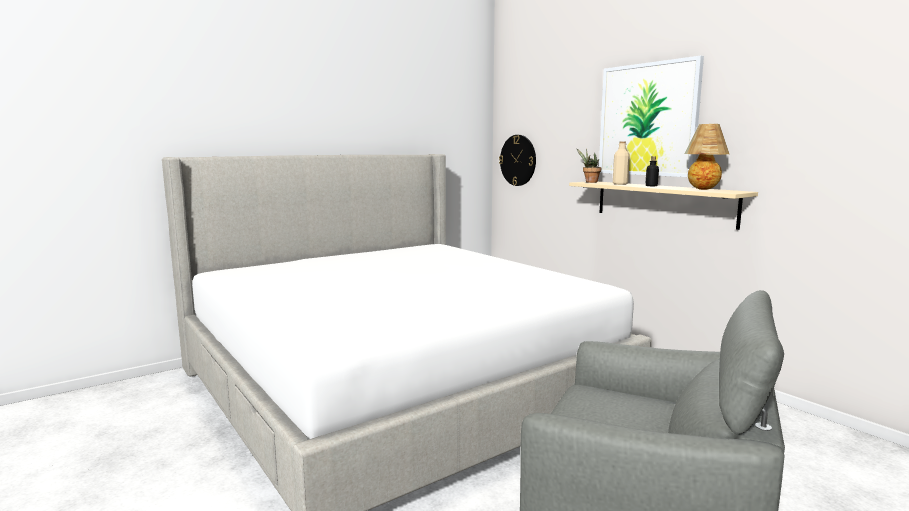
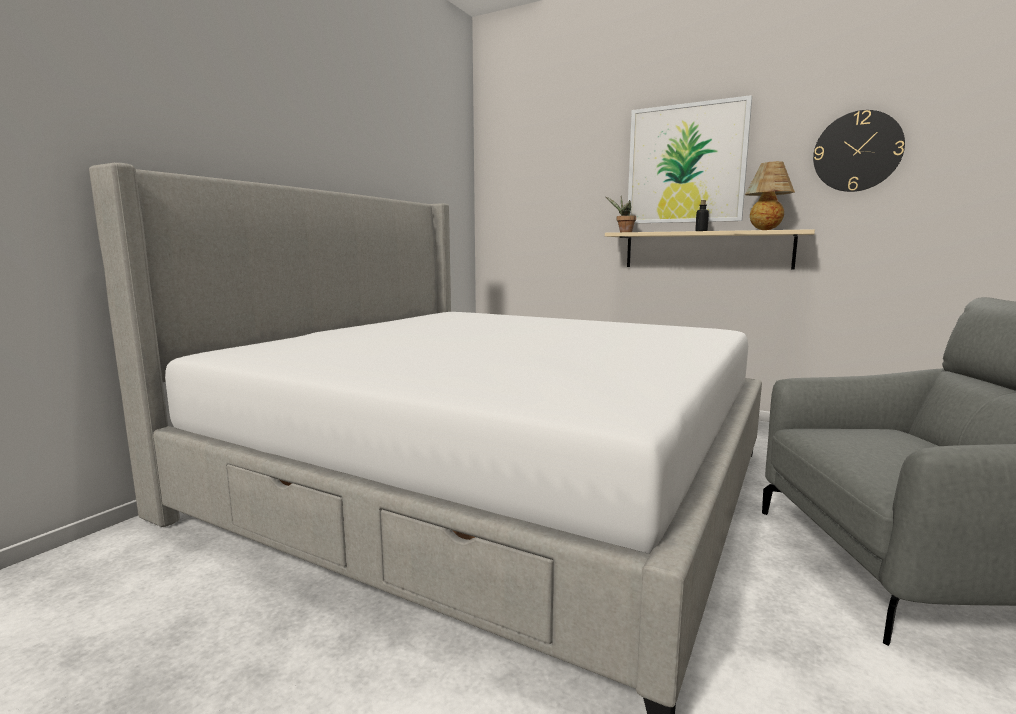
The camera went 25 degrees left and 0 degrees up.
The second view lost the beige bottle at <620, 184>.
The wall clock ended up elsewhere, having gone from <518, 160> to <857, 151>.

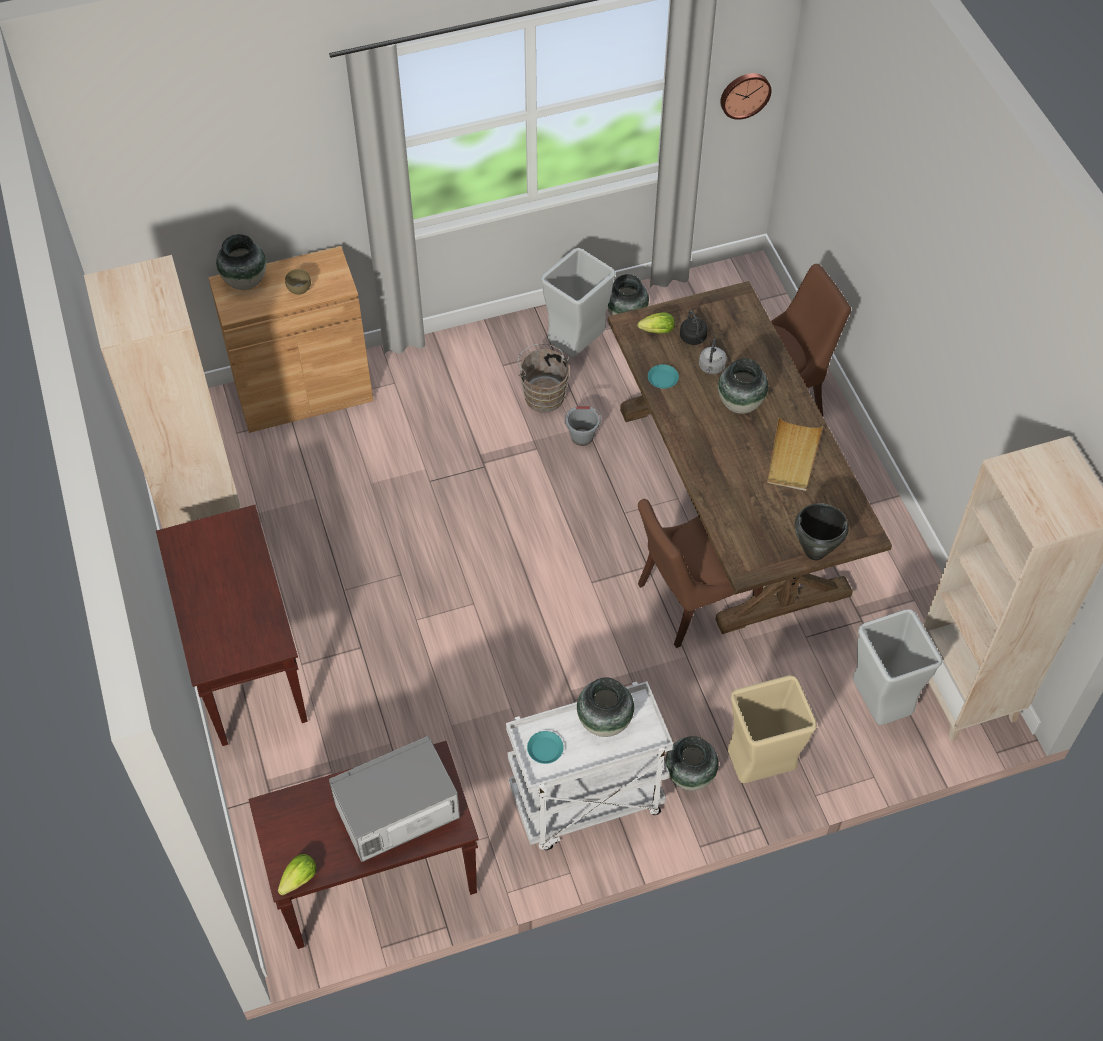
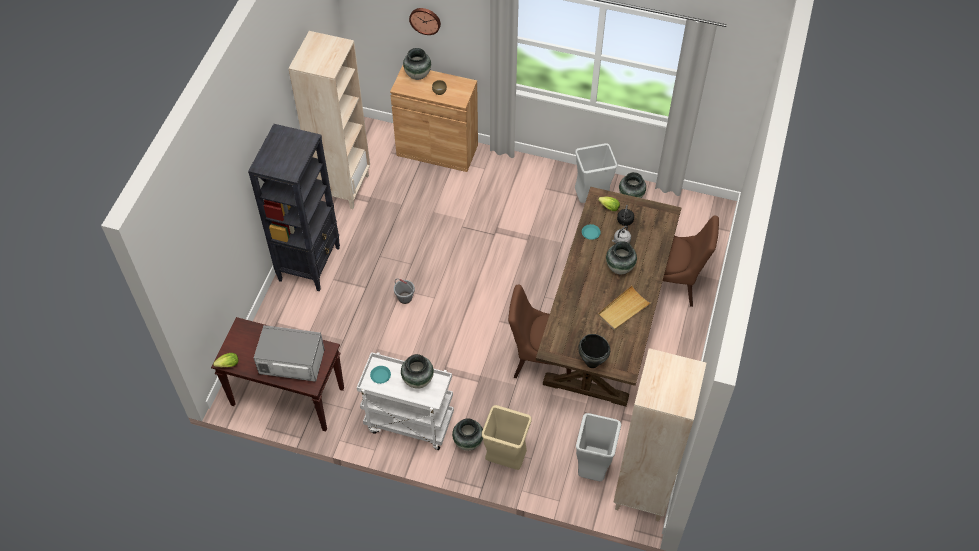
The camera went 35 degrees right and 0 degrees up.
The second view lost the brown bucket at <543, 394>.
The grey bucket ended up elsewhere, having gone from <582, 437> to <405, 298>.
The wall clock ended up elsewhere, having gone from <744, 94> to <425, 20>.
Where the brown console table stood at <245, 662>, the black bookcase came to stand at <310, 263>.

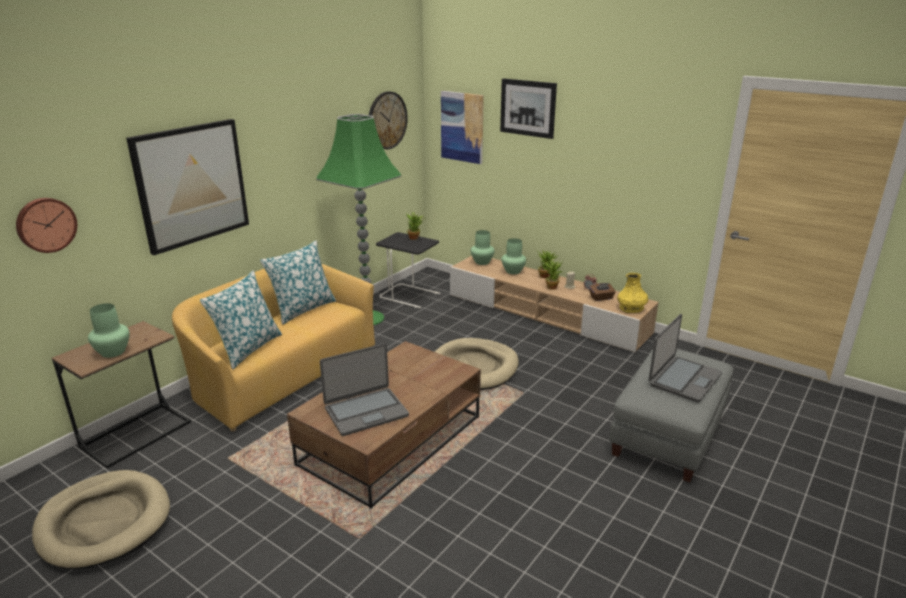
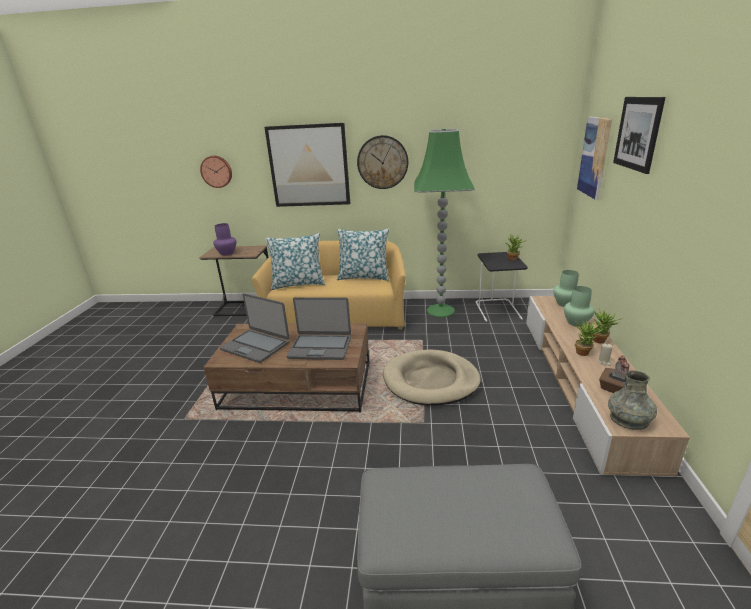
The camera went 60 degrees right and 0 degrees up.
The second view lost the beige dog bed at <104, 522>.
The wall clock ended up elsewhere, having gone from <387, 120> to <382, 162>.
The laptop ended up elsewhere, having gone from <684, 379> to <320, 347>.
What was the green vase at <113, 352> turned into the purple vase at <226, 253>.
What was the yellow vase at <631, 308> turned into the grey vase at <629, 419>.

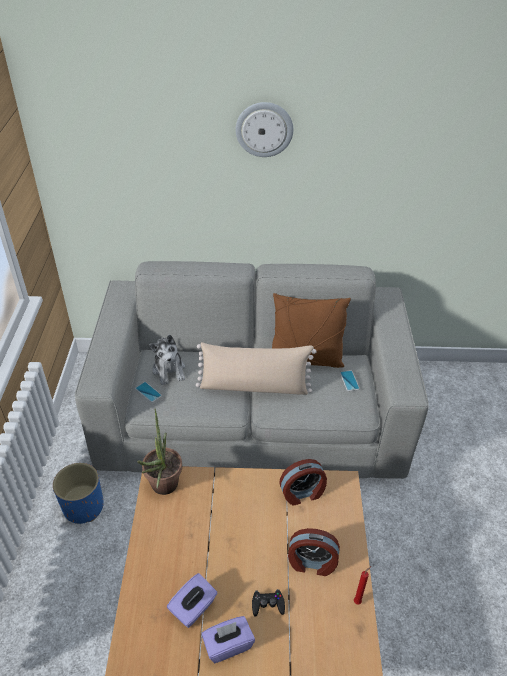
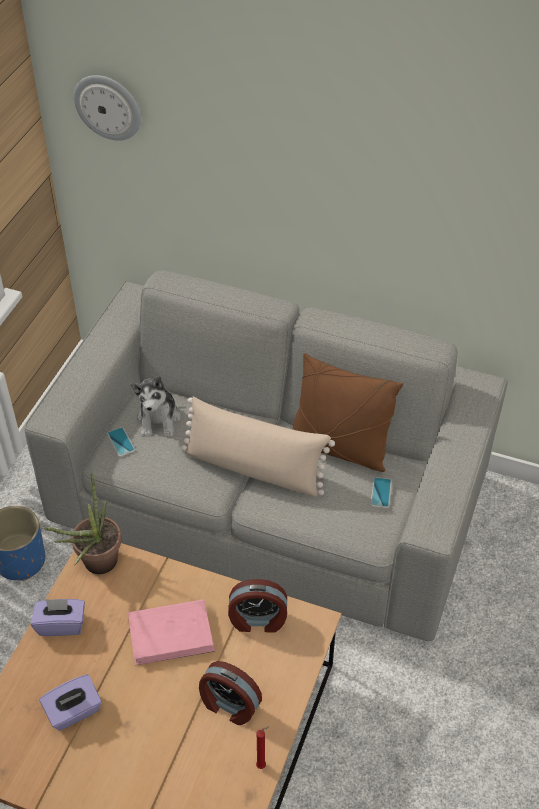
The camera went 20 degrees right and 5 degrees up.
The second view lost the black game controller at <267, 604>.
The second view gained the pink book at <171, 634>.
The purple tissue box ended up elsewhere, having gone from <228, 645> to <61, 624>.
The wall clock ended up elsewhere, having gone from <264, 129> to <108, 107>.

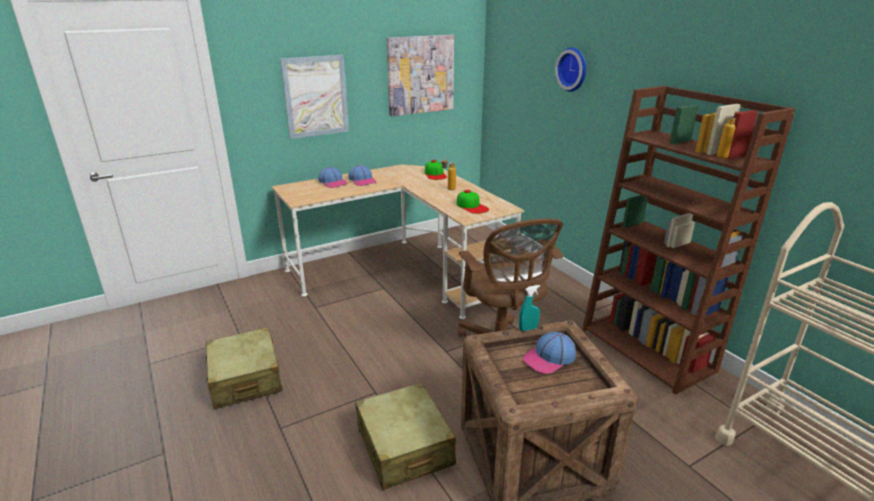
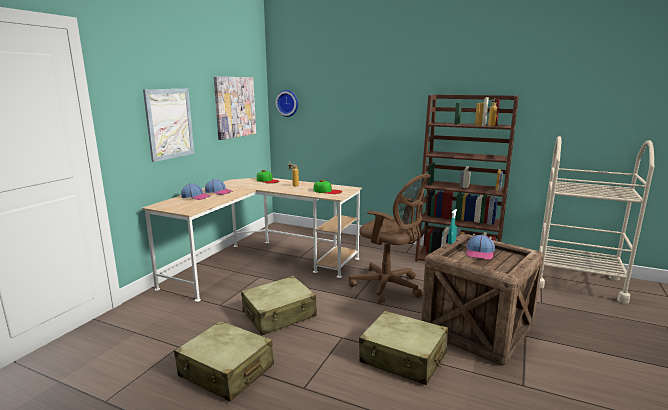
The camera went 35 degrees left and 10 degrees down.
The second view gained the beige suitcase at <279, 314>.
The wall clock ended up elsewhere, having gone from <573, 69> to <288, 103>.

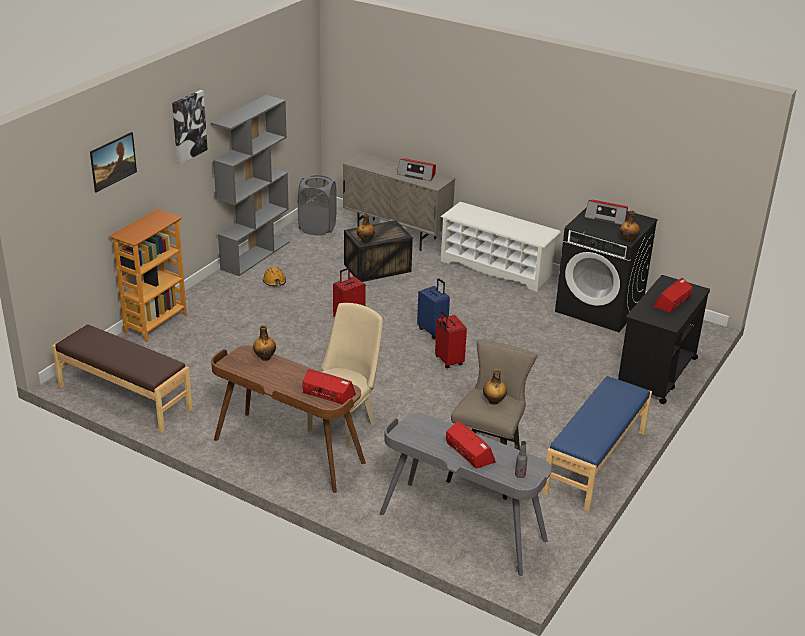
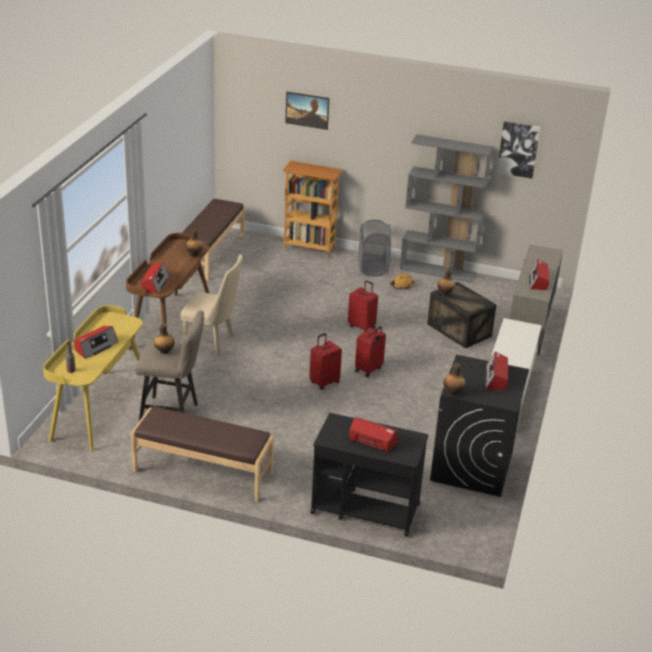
The camera went 75 degrees right and 0 degrees up.
The picture ended up elsewhere, having gone from <188, 126> to <518, 149>.
The grey laundry basket ended up elsewhere, having gone from <317, 228> to <373, 269>.
What was the grey desk at <461, 528> turned into the yellow desk at <99, 409>.
What was the blue suitcase at <433, 331> turned into the red suitcase at <369, 370>.
What was the blue bench at <596, 462> turned into the brown bench at <202, 473>.

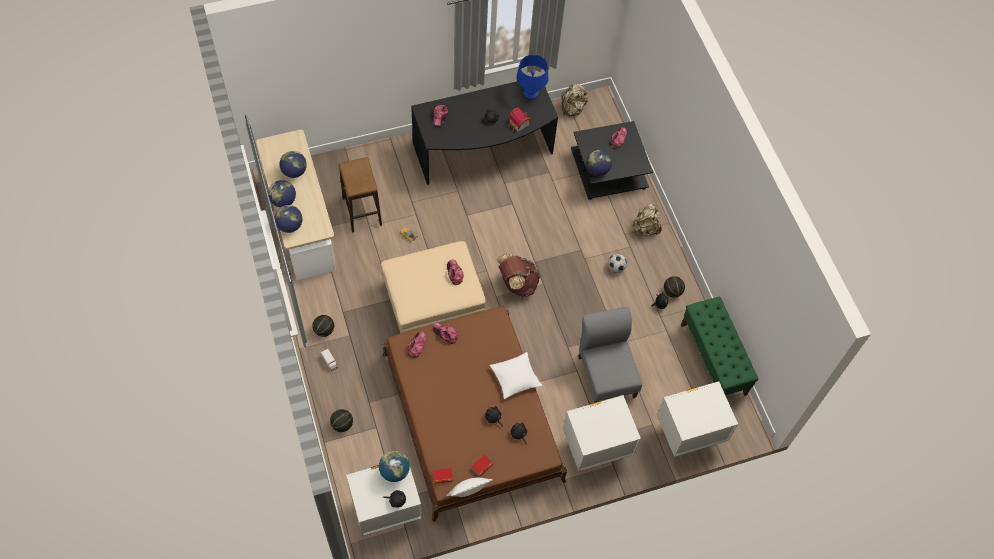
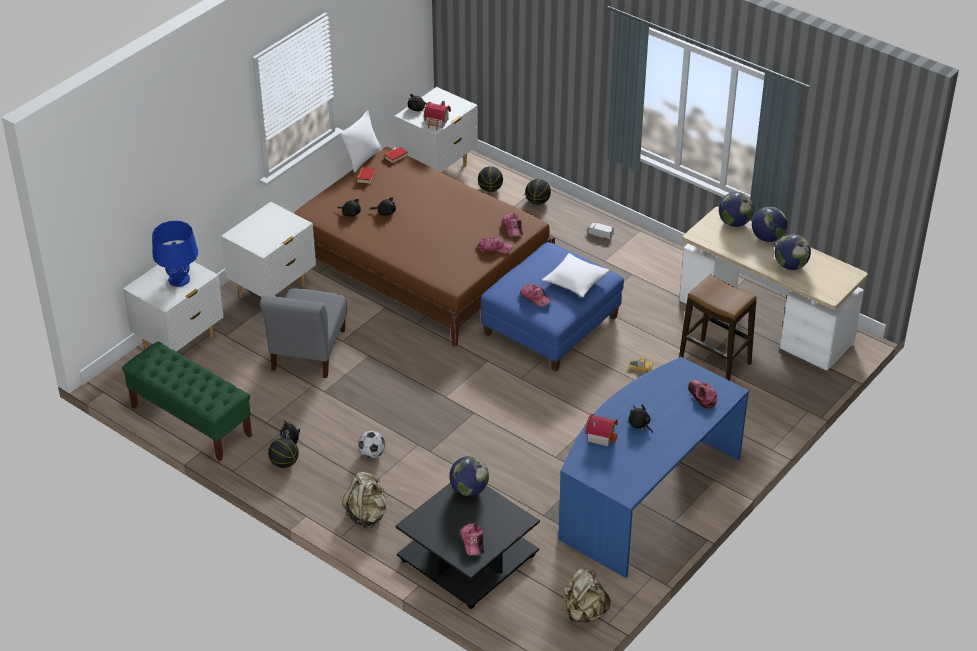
The camera went 150 degrees right and 20 degrees down.
The second view lost the brown backpack at <517, 284>.
The basketball ended up elsewhere, having gone from <324, 330> to <490, 189>.
The white pillow ended up elsewhere, having gone from <515, 378> to <575, 281>.
The blue table lamp ended up elsewhere, having gone from <530, 93> to <179, 280>.
Where the globe stood at <394, 471>, the toy house came to stand at <437, 122>.
What was the beige ottoman at <433, 301> turned into the blue ottoman at <550, 325>.
What was the black desk at <484, 152> turned into the blue desk at <645, 495>.
The grey chair at <606, 373> ended up facing another way, 60 degrees clockwise from before.

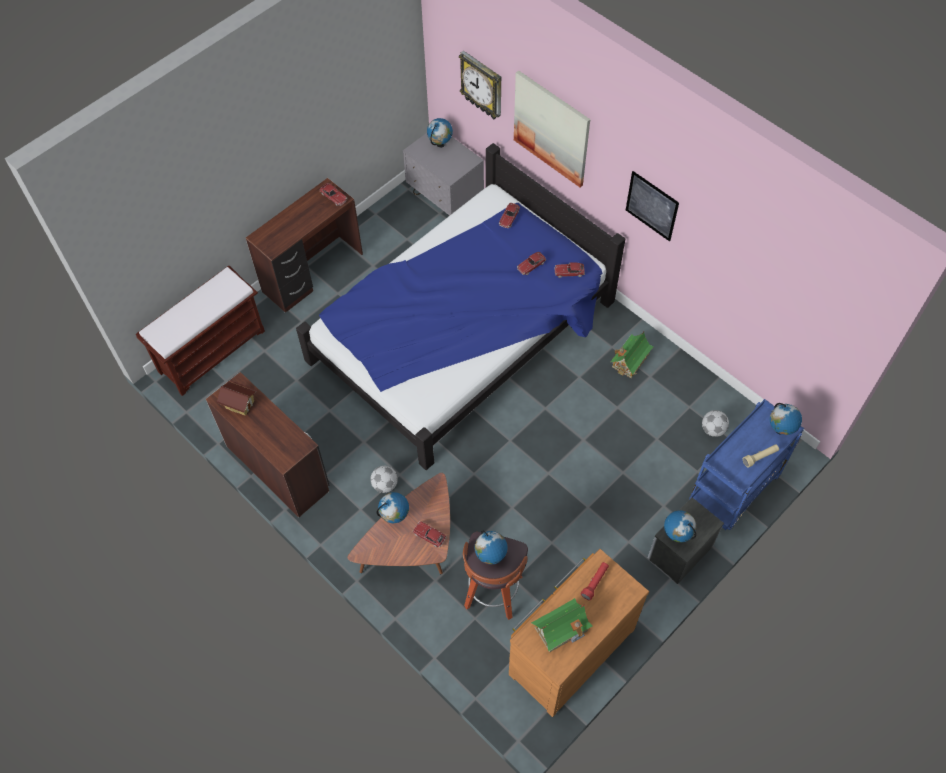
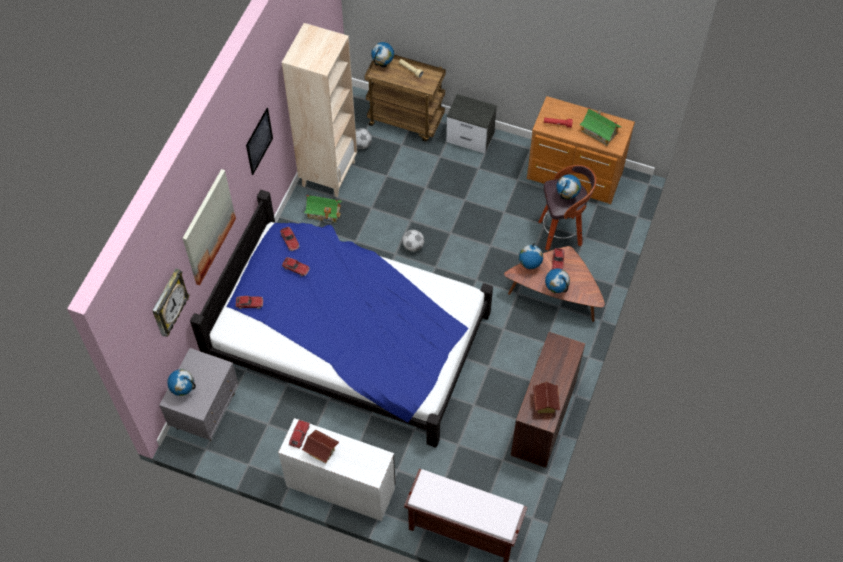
The camera went 115 degrees left and 0 degrees up.
The second view gained the beige bookcase at <328, 173>.
The second view gained the toy house at <321, 451>.
The football ended up elsewhere, having gone from <385, 484> to <413, 246>.
The globe ended up elsewhere, having gone from <676, 535> to <529, 266>.
What was the brown desk at <313, 273> turned into the white desk at <341, 486>.
What was the blue cart at <734, 491> turned into the brown cart at <406, 120>.

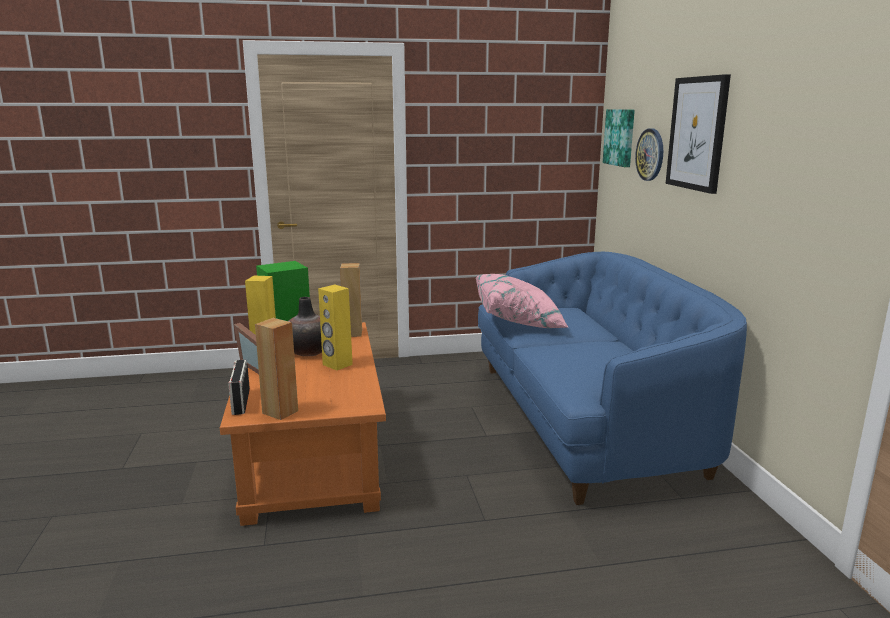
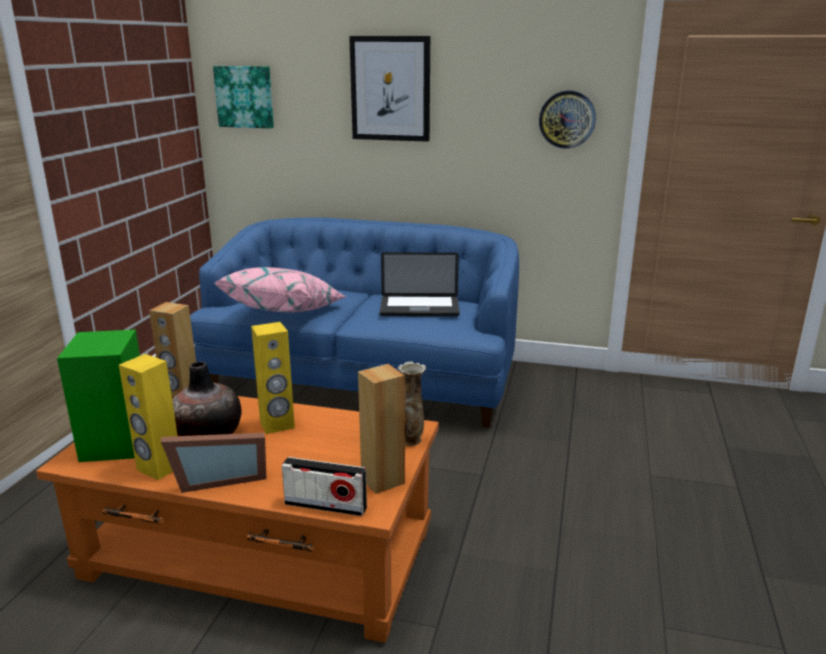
The camera went 65 degrees left and 5 degrees up.
The second view gained the laptop at <419, 308>.
The second view gained the vase at <410, 440>.
The wall clock ended up elsewhere, having gone from <650, 154> to <567, 119>.

